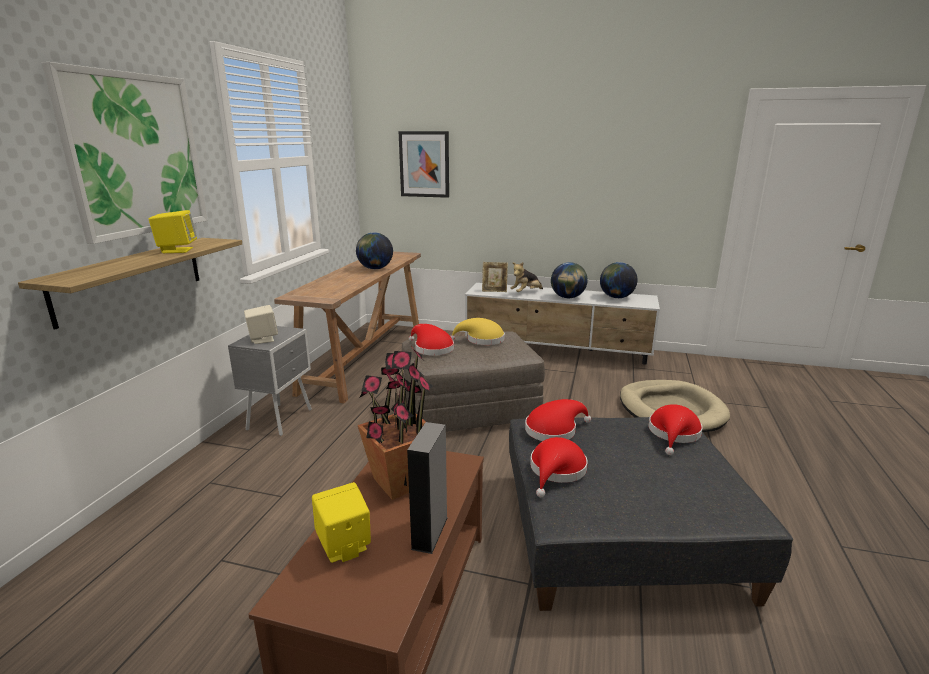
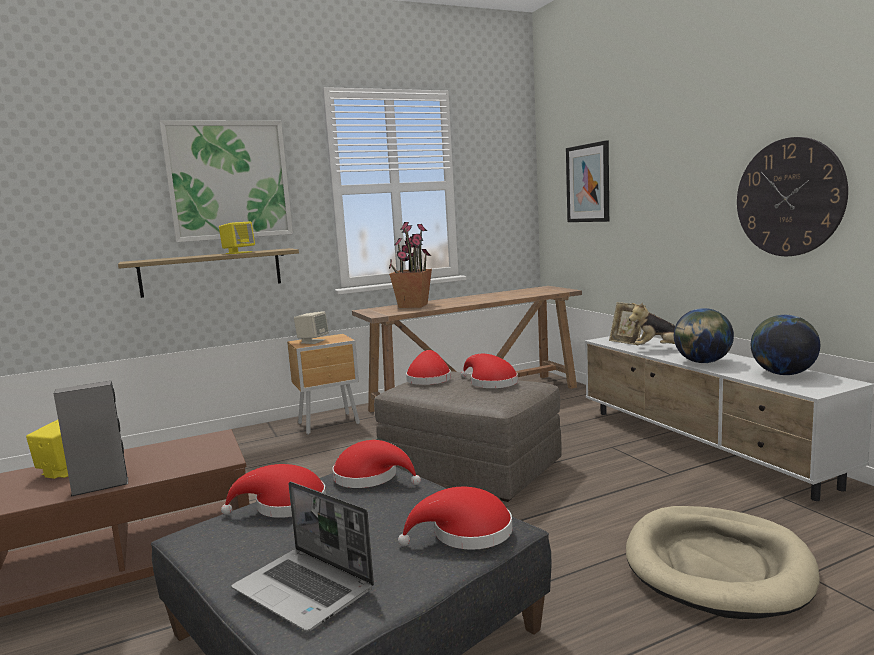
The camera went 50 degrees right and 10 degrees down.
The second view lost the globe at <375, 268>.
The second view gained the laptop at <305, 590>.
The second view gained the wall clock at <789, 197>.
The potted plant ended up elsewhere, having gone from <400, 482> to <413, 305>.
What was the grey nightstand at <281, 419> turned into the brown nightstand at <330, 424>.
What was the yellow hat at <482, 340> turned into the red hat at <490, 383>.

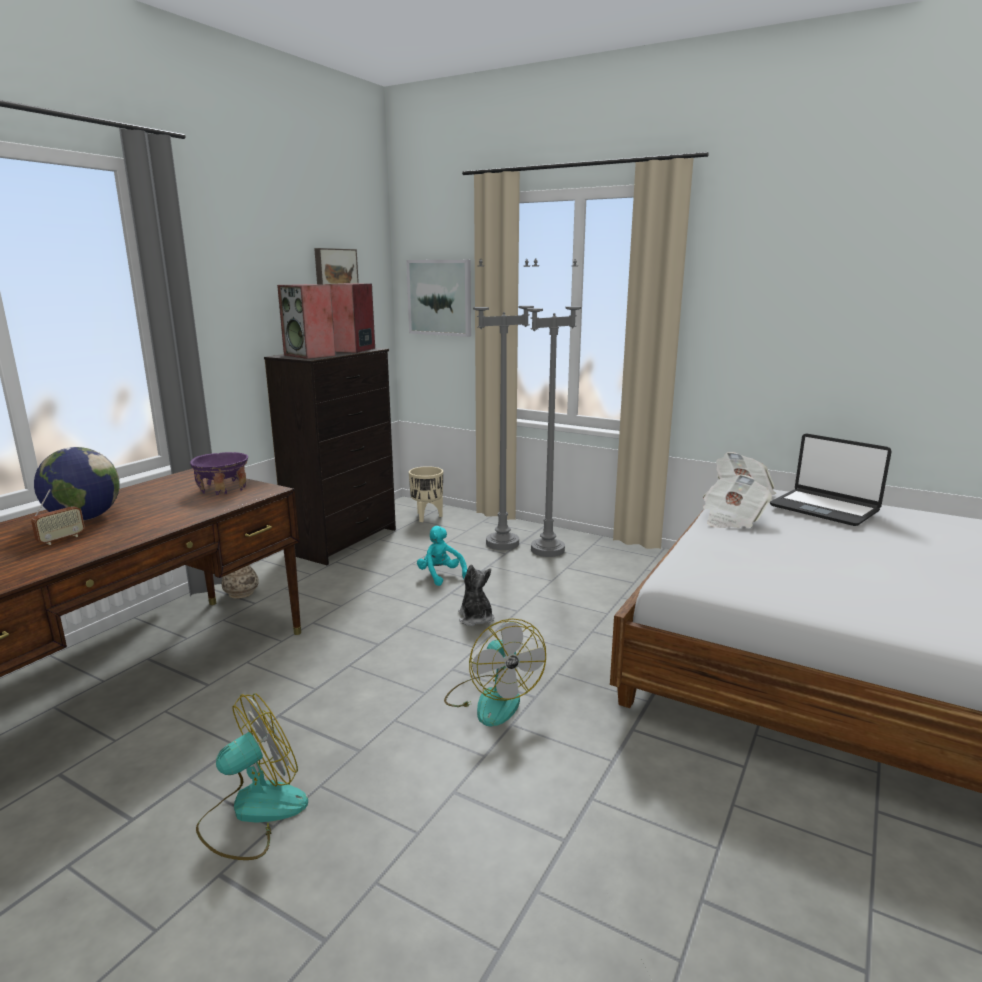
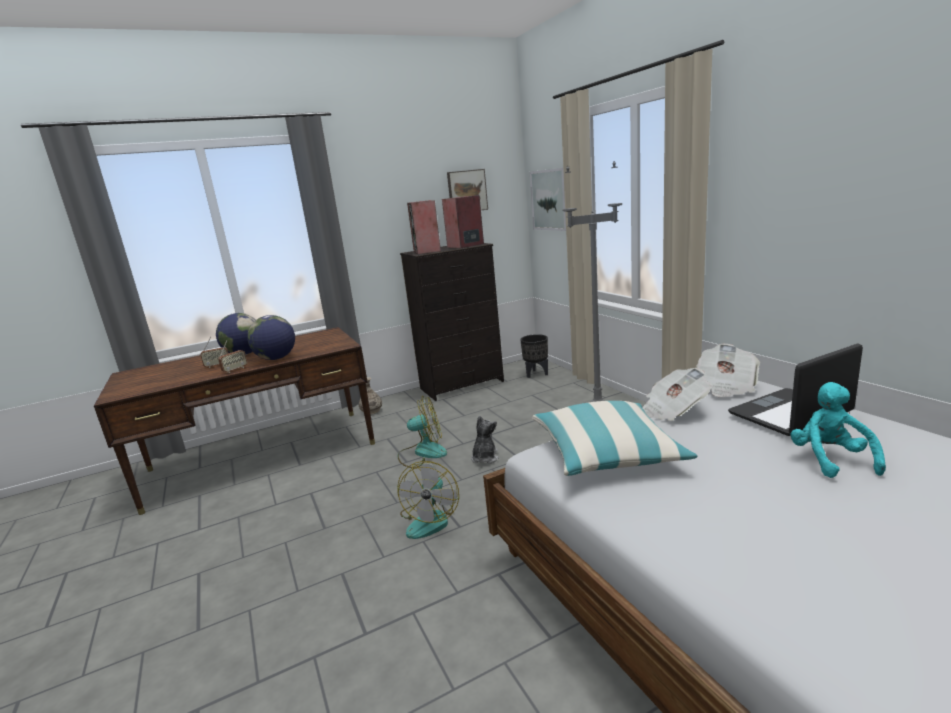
The camera went 35 degrees right and 0 degrees up.
The second view lost the purple bowl at <223, 489>.
The second view lost the grey floor lamp at <502, 543>.
The second view gained the radio at <235, 370>.
The second view gained the globe at <276, 358>.
The second view gained the pillow at <606, 453>.
The fan ended up elsewhere, having gone from <252, 812> to <422, 453>.
The turquoise plush toy ended up elsewhere, having gone from <441, 575> to <830, 459>.
What was the beige planter at <427, 517> turned into the black planter at <536, 374>.
The laptop at <824, 508> ended up facing another way, 75 degrees clockwise from before.

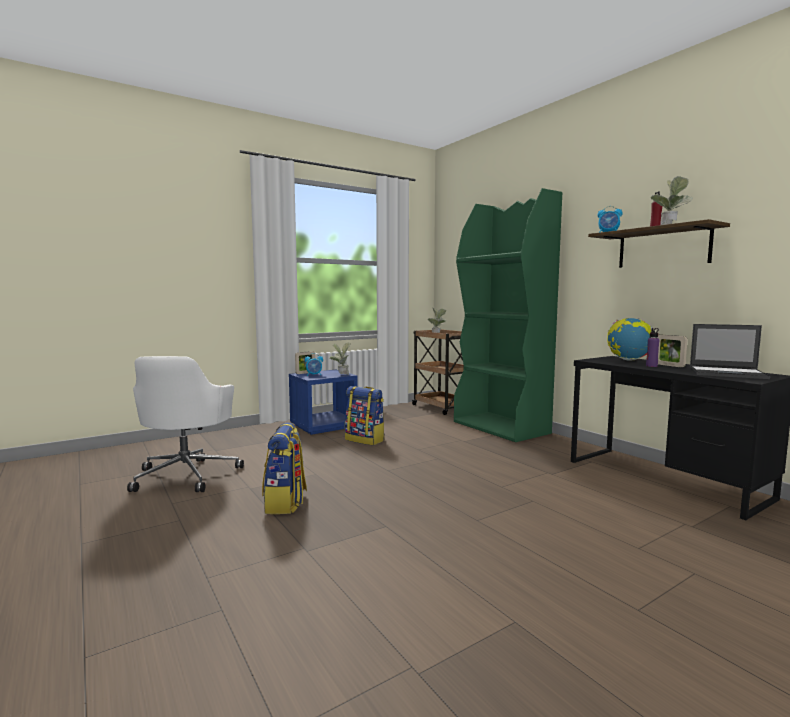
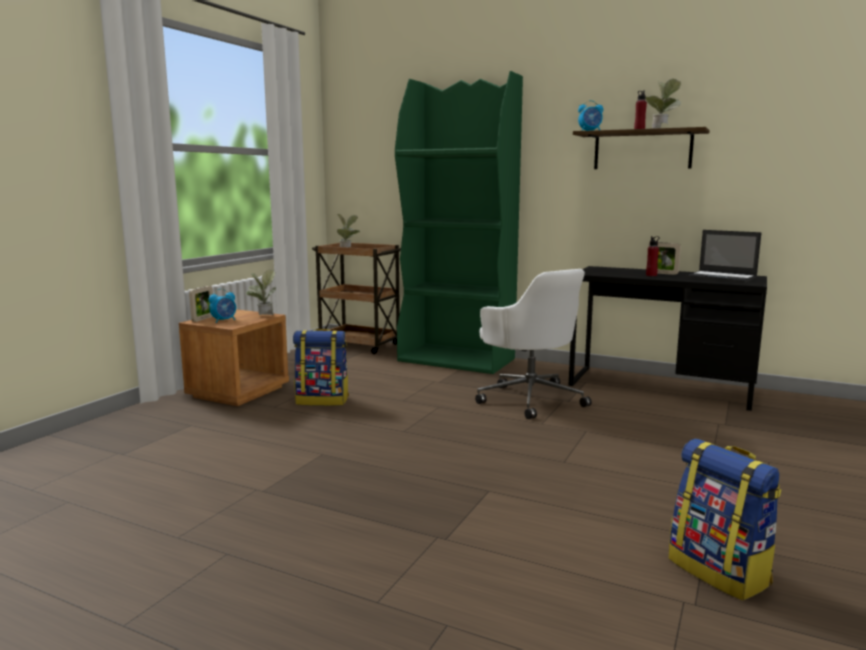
The camera went 30 degrees left and 5 degrees up.
The second view lost the globe at <628, 360>.
The white office chair ended up elsewhere, having gone from <187, 475> to <530, 398>.
The backpack ended up elsewhere, having gone from <285, 503> to <720, 571>.
What was the blue nightstand at <324, 426> turned into the brown nightstand at <238, 392>.
What was the purple bottle at <651, 366> turned into the red bottle at <651, 275>.
The laptop at <728, 373> ended up facing another way, 45 degrees clockwise from before.

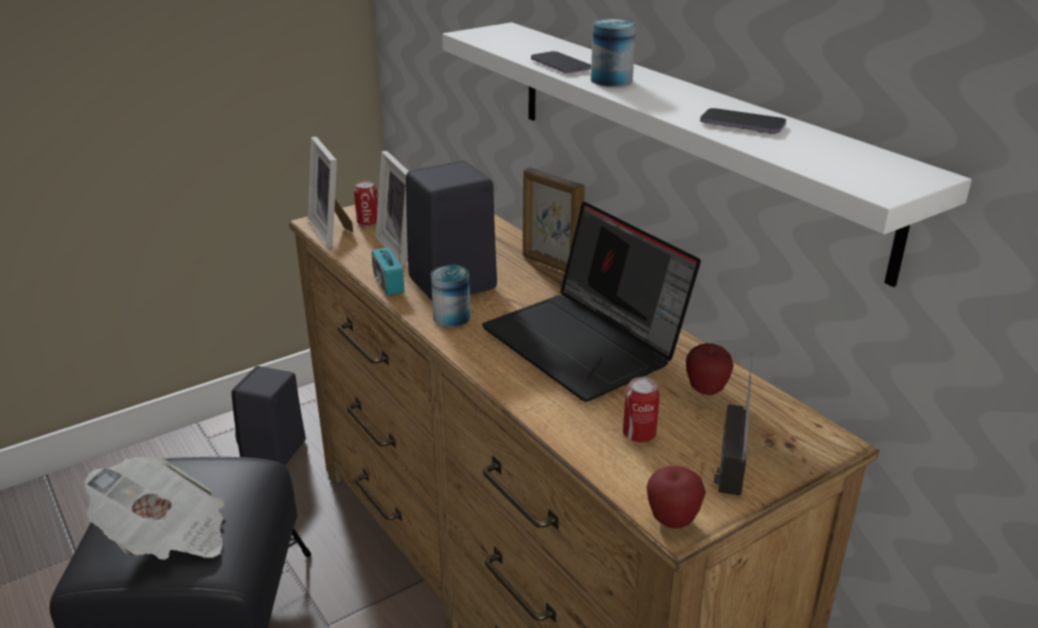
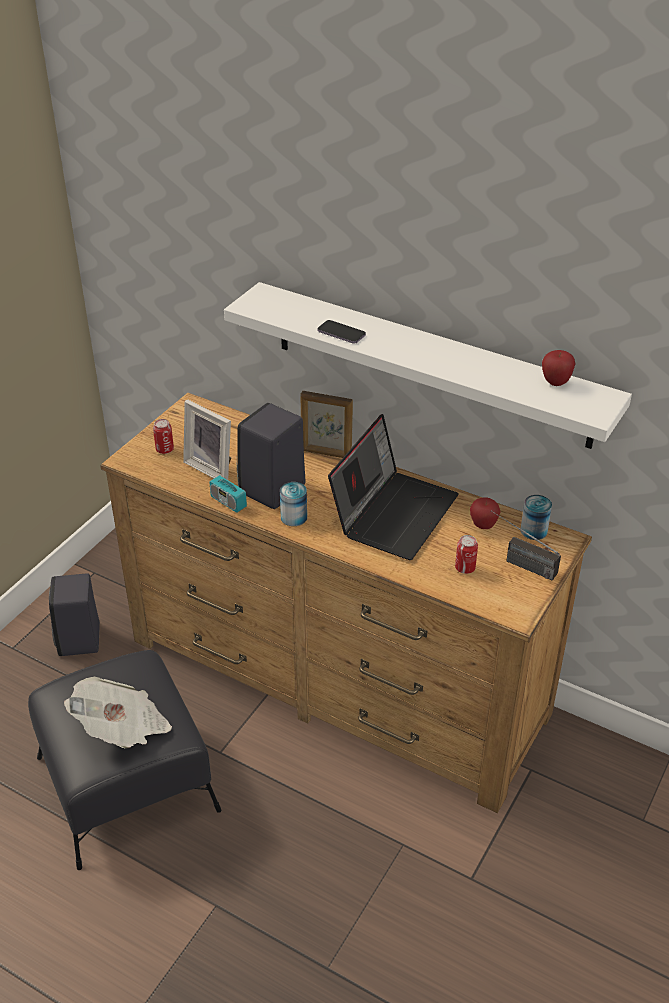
The camera went 25 degrees left and 10 degrees up.
The second view lost the picture frame at <333, 231>.
The second view lost the phone at <742, 124>.
The can ended up elsewhere, having gone from <611, 80> to <533, 530>.
The apple ended up elsewhere, having gone from <672, 520> to <555, 382>.
The laptop at <587, 344> ended up facing another way, 90 degrees counterclockwise from before.
The radio at <729, 451> ended up facing another way, 45 degrees counterclockwise from before.

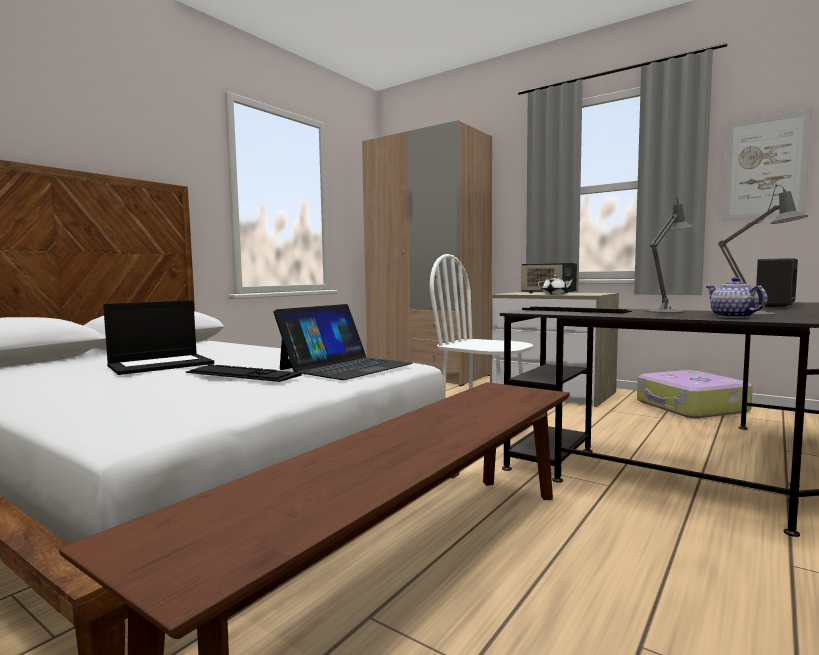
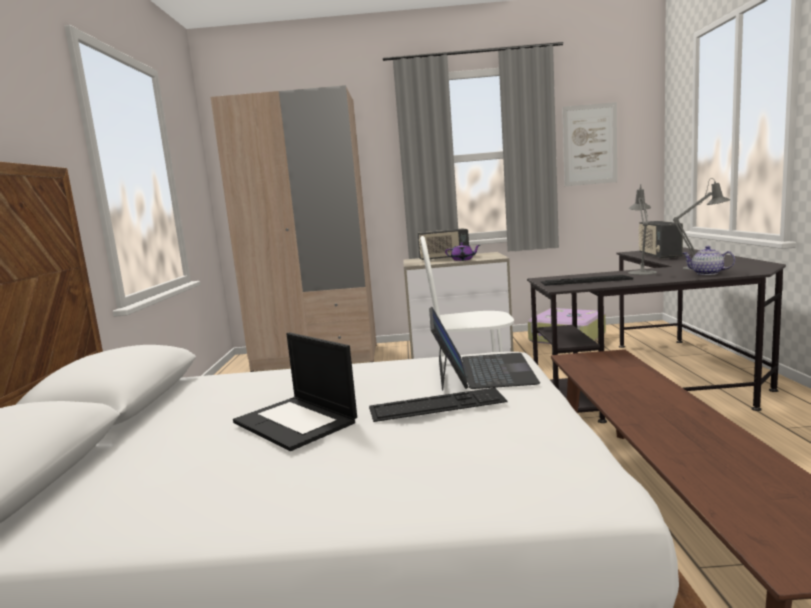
The camera went 35 degrees left and 5 degrees up.
What was the white teapot at <555, 294> turned into the purple teapot at <463, 260>.
The laptop at <161, 364> ended up facing another way, 120 degrees clockwise from before.

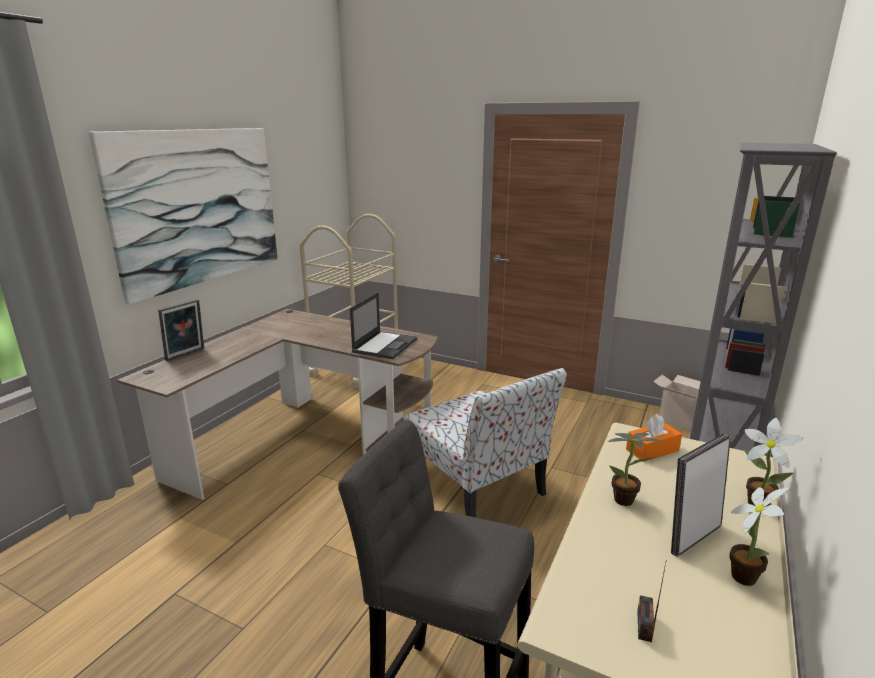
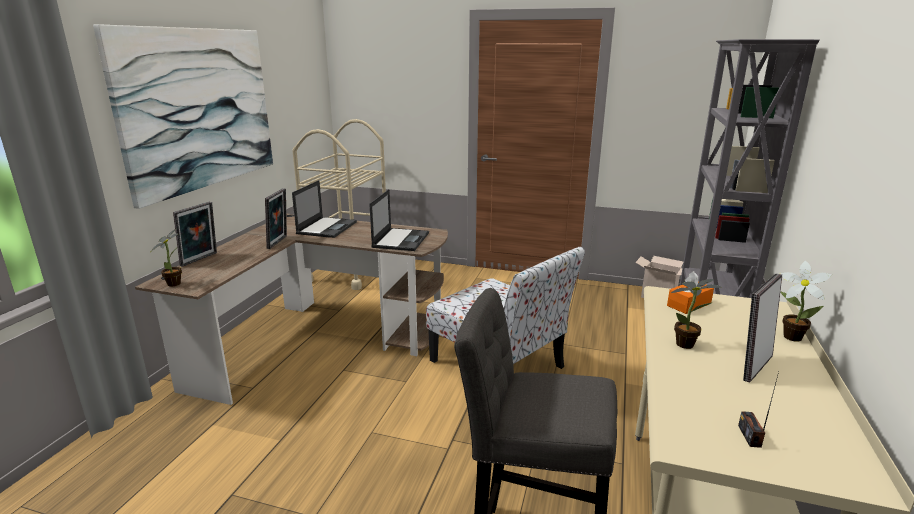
The camera went 10 degrees left and 0 degrees up.
The second view gained the picture frame at <279, 242>.
The second view gained the laptop at <327, 227>.
The potted plant ended up elsewhere, having gone from <744, 574> to <176, 283>.

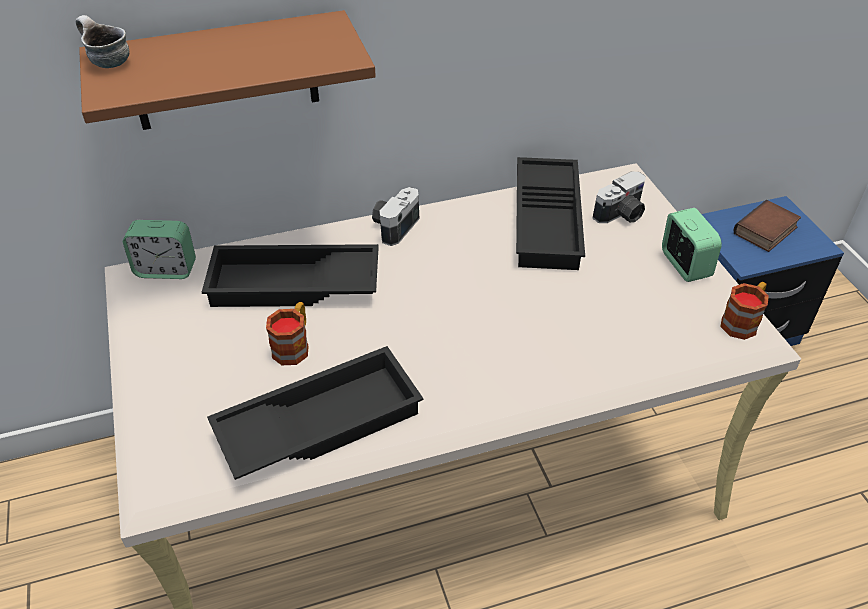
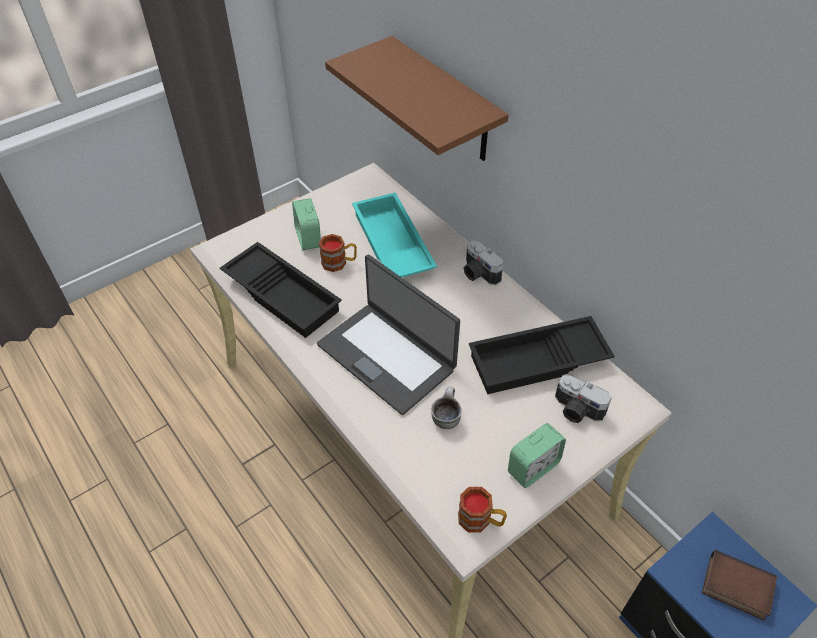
The camera went 70 degrees right and 5 degrees up.
The second view gained the laptop at <387, 356>.
The mug ended up elsewhere, having gone from <106, 62> to <445, 417>.
The alarm clock ended up elsewhere, having gone from <166, 269> to <308, 238>.
What was the black tray at <293, 286> turned into the turquoise tray at <390, 244>.
The photo camera at <393, 225> ended up facing another way, 135 degrees counterclockwise from before.

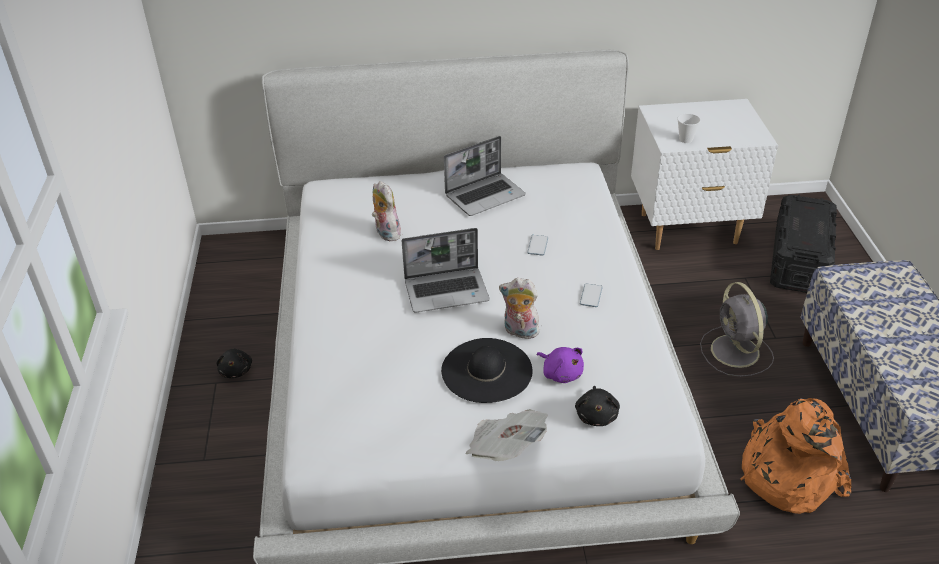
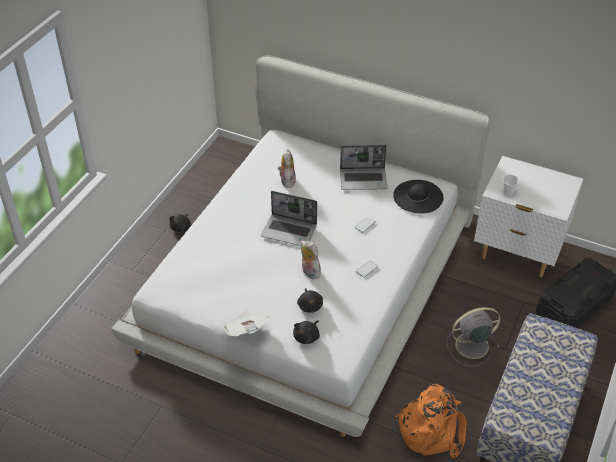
The camera went 30 degrees right and 5 degrees up.
The black hat ended up elsewhere, having gone from <487, 370> to <418, 196>.
What was the purple plush toy at <561, 373> turned into the black plush toy at <310, 305>.
The grey fan at <736, 352> ended up facing another way, 60 degrees clockwise from before.

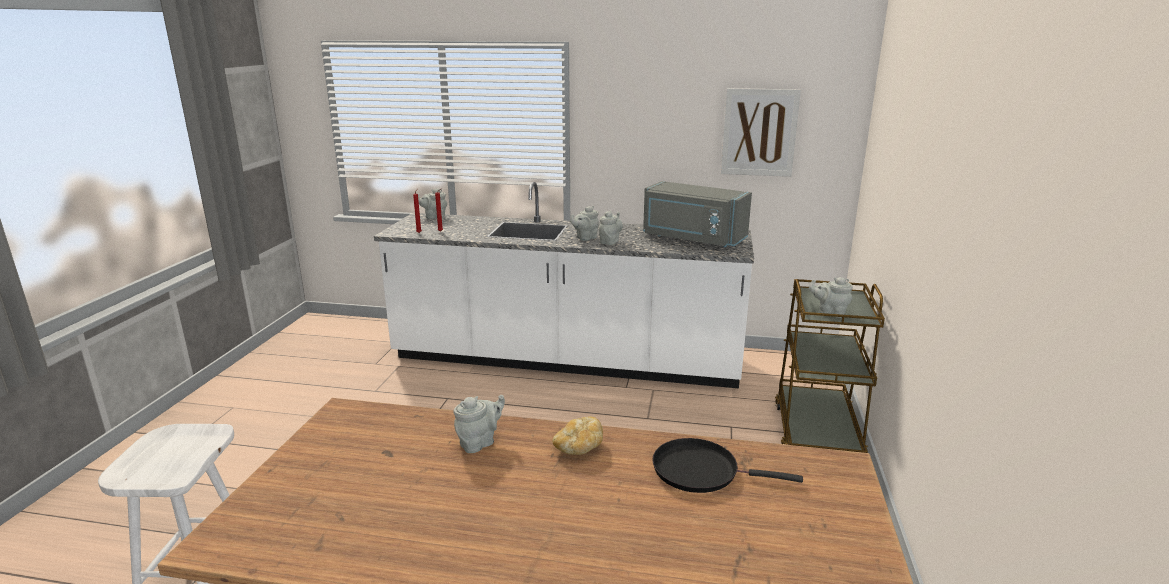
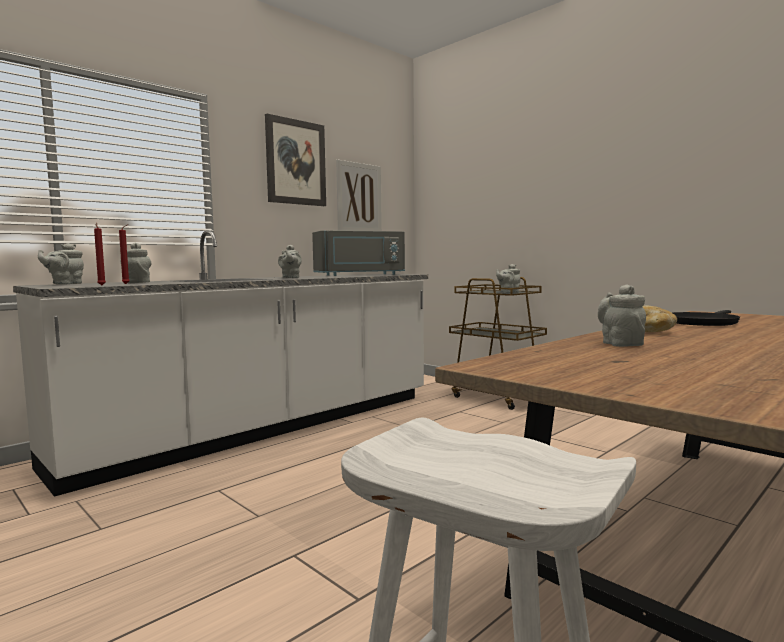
The camera went 55 degrees left and 15 degrees down.
The second view gained the picture at <296, 162>.
The grey teapot ended up elsewhere, having gone from <610, 241> to <138, 283>.

